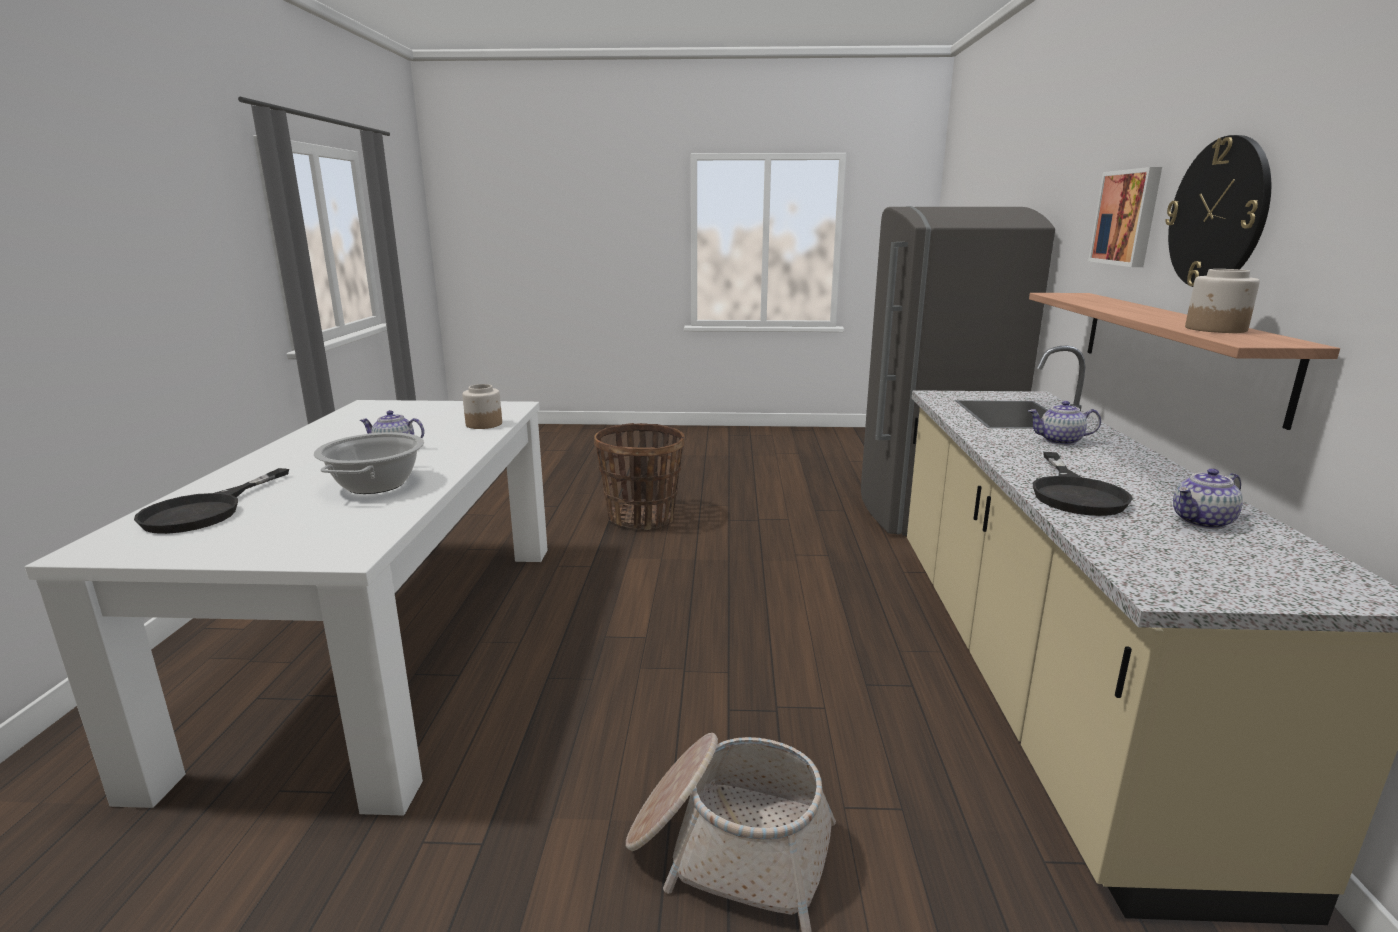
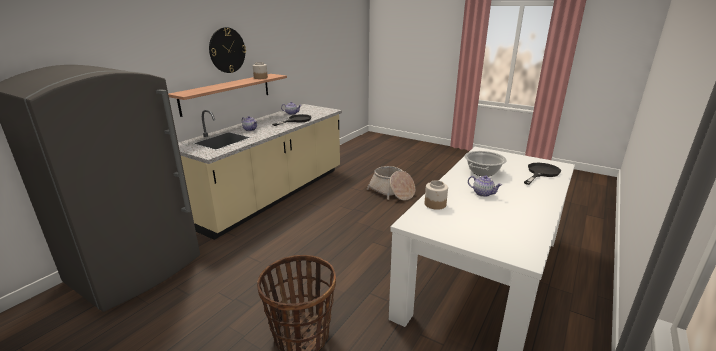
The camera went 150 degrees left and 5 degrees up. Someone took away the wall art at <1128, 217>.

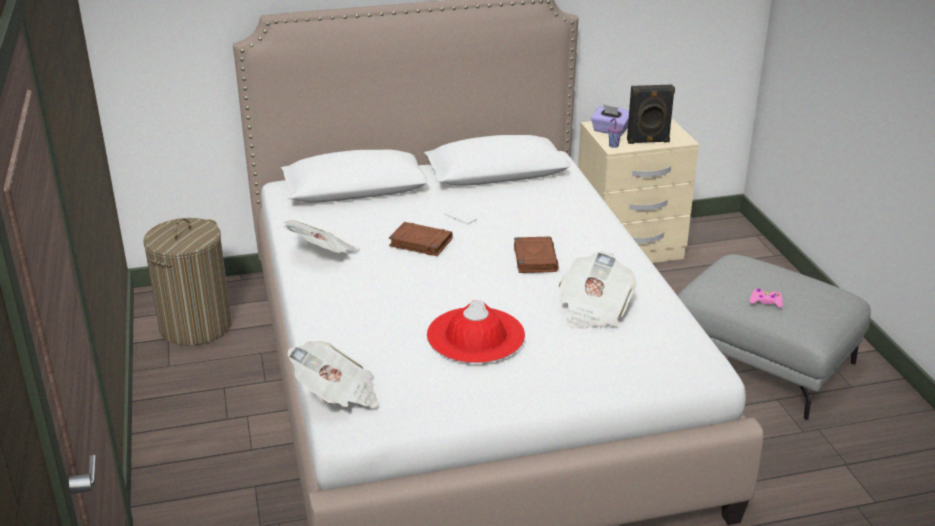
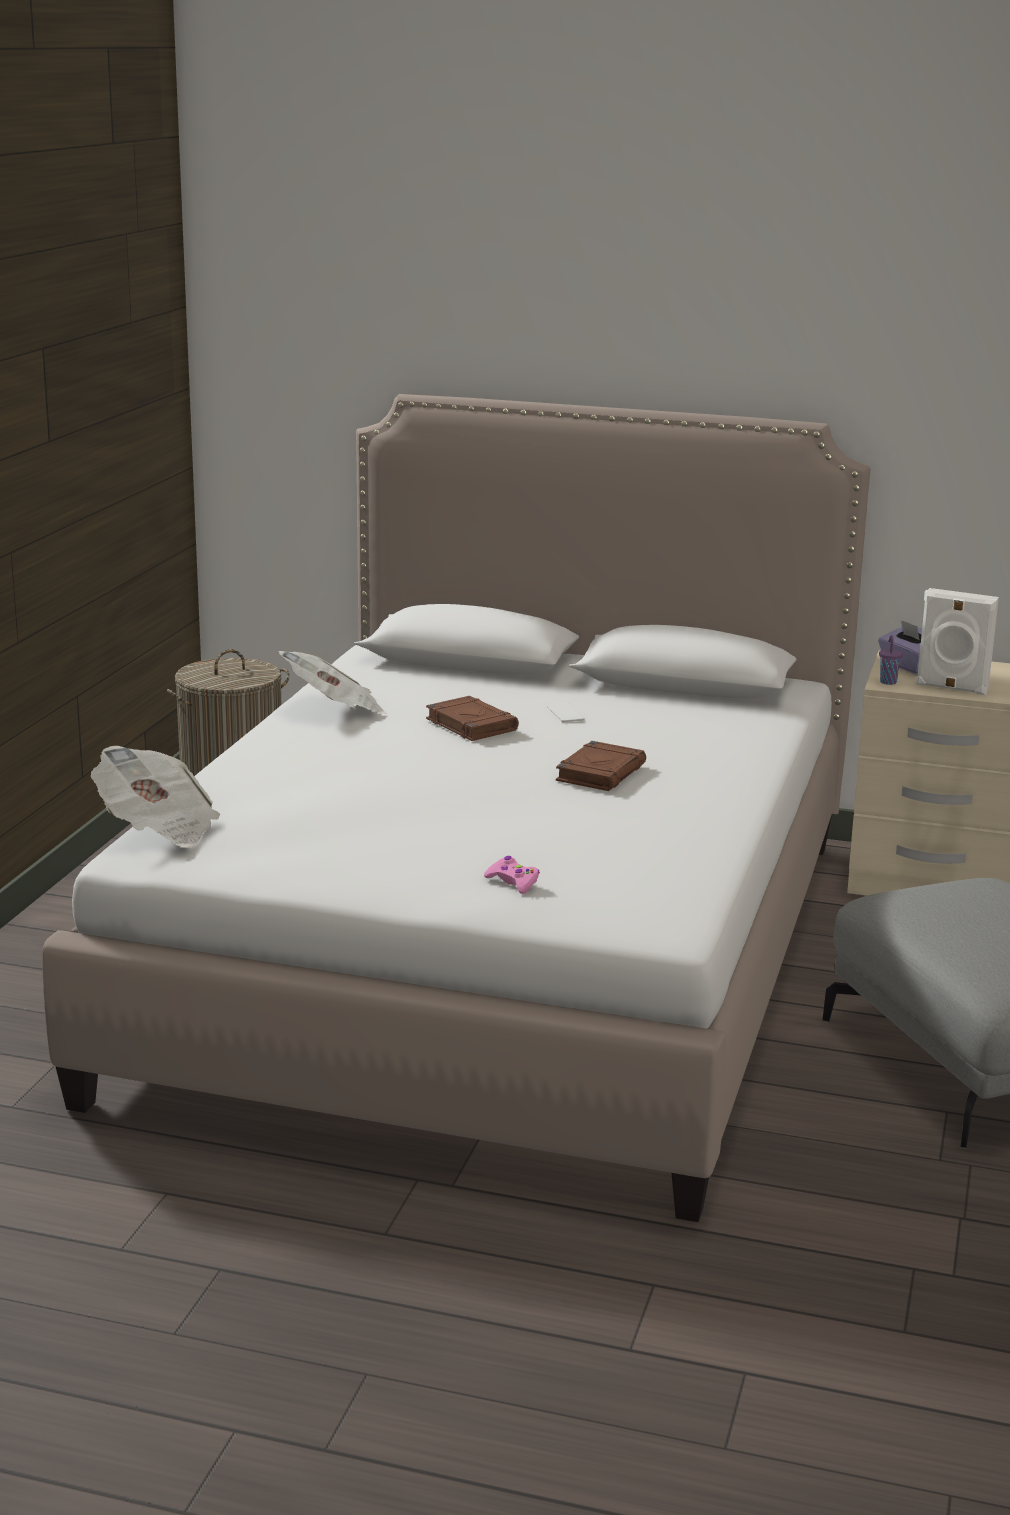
The camera went 30 degrees right and 10 degrees down. Someone repainted the loudspeaker (black-coloured) at <648, 141>, which became the loudspeaker (white-coloured) at <951, 688>. Someone took away the daily paper at <593, 310>. Someone carried the game controller (pink-coloured) from <765, 302> to <513, 882>. Someone took away the clothing hat (reddish) at <475, 335>.

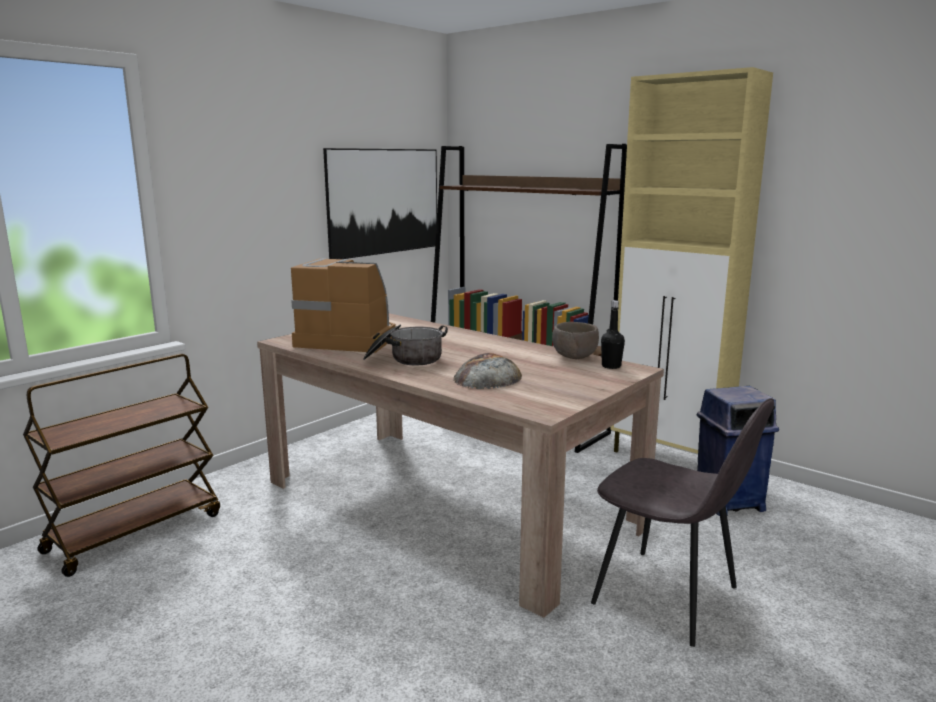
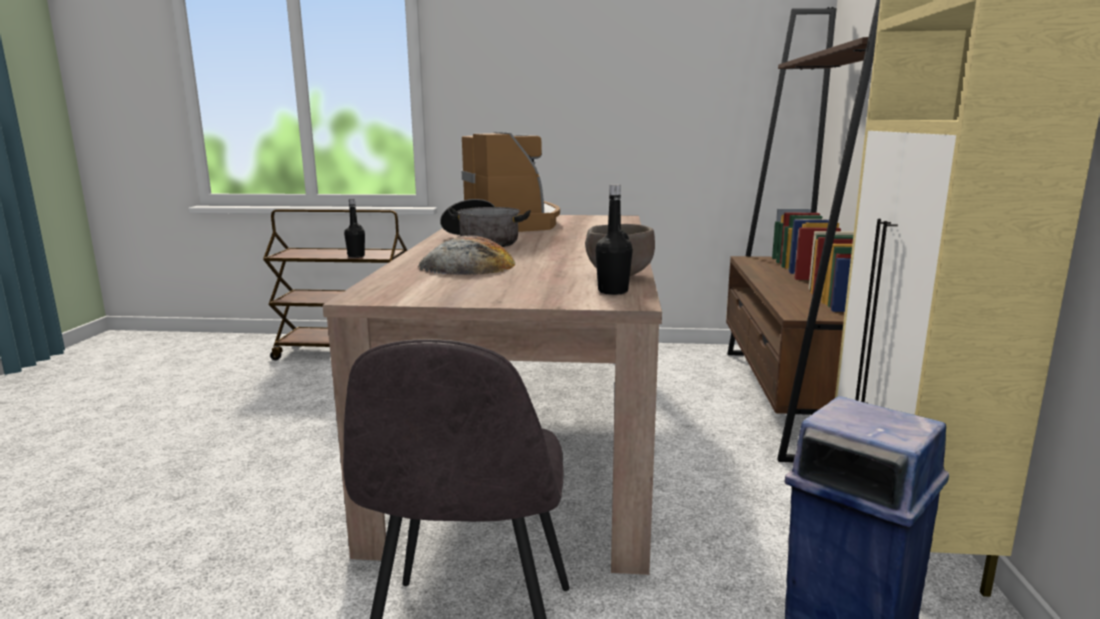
The camera went 55 degrees right and 0 degrees up. Someone took away the wall art at <384, 201>. Someone put down the bottle (black-coloured) at <356, 256>.

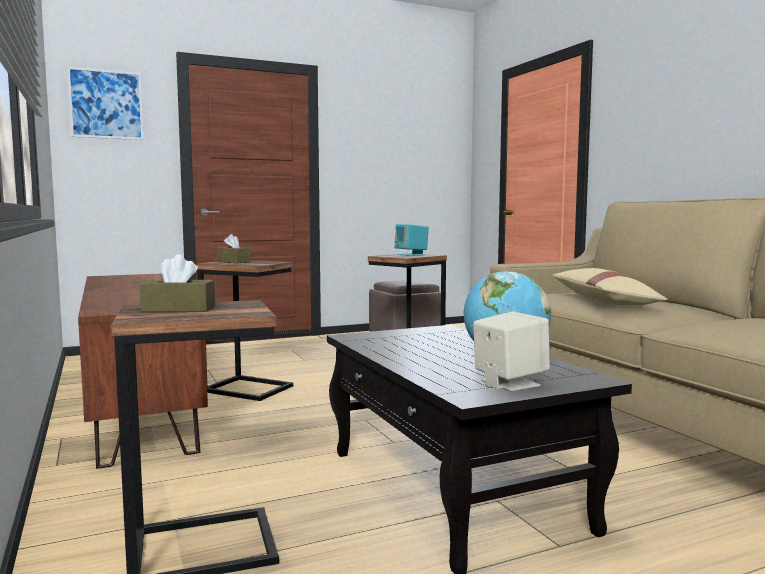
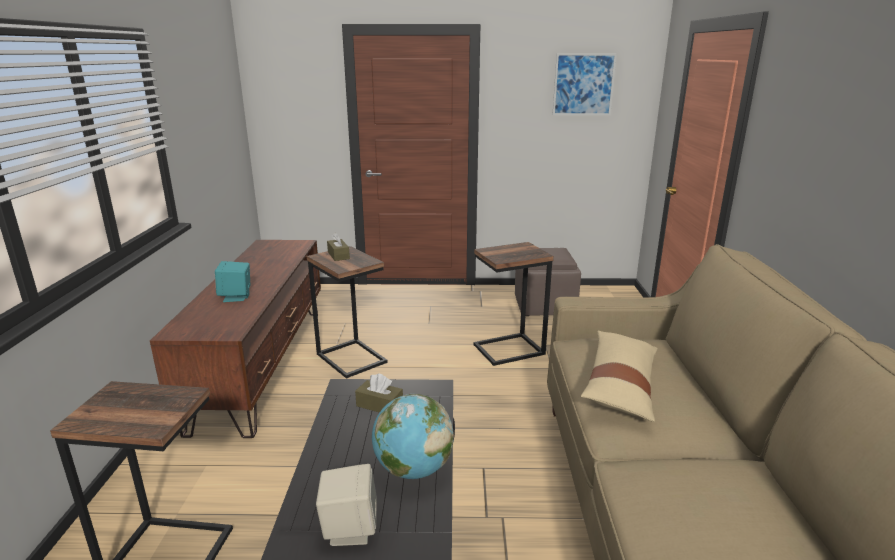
The camera went 25 degrees right and 15 degrees up. Someone carried the wall art from <106, 104> to <583, 84>. Someone carried the loudspeaker (turquoise) from <411, 255> to <236, 297>. Someone carried the tissue holder (brownish) from <179, 309> to <379, 405>.

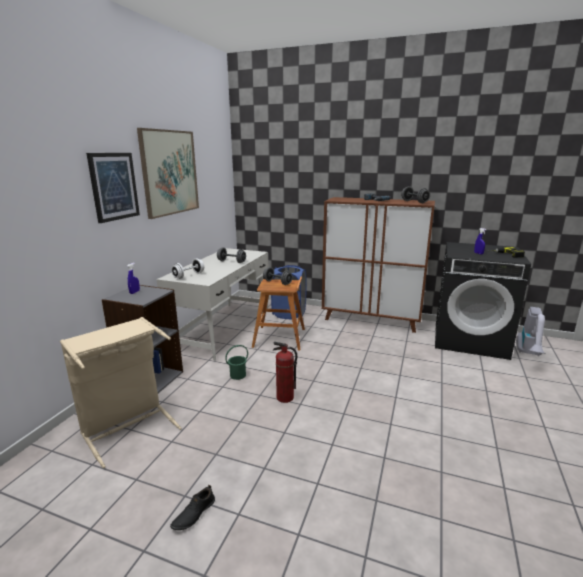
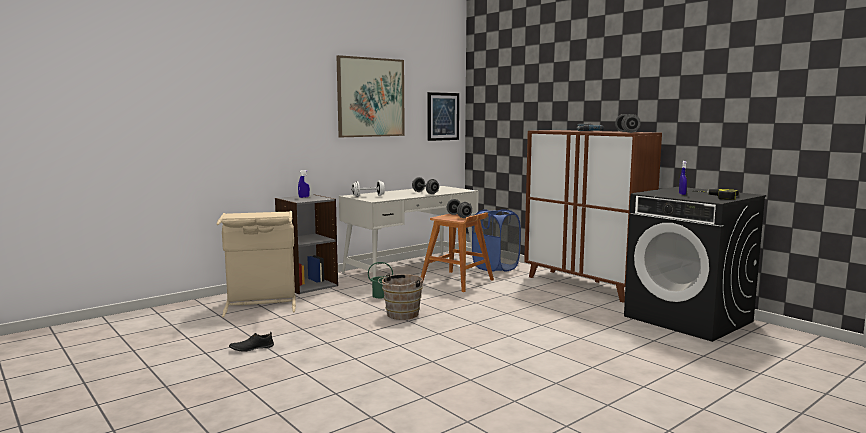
The camera went 30 degrees right and 10 degrees down. Someone carried the wall art from <114, 186> to <442, 116>. Someone took away the hoover at <529, 354>. Someone swapped the fire-fighting cylinder at <284, 398> for the pail (brownish) at <400, 315>.

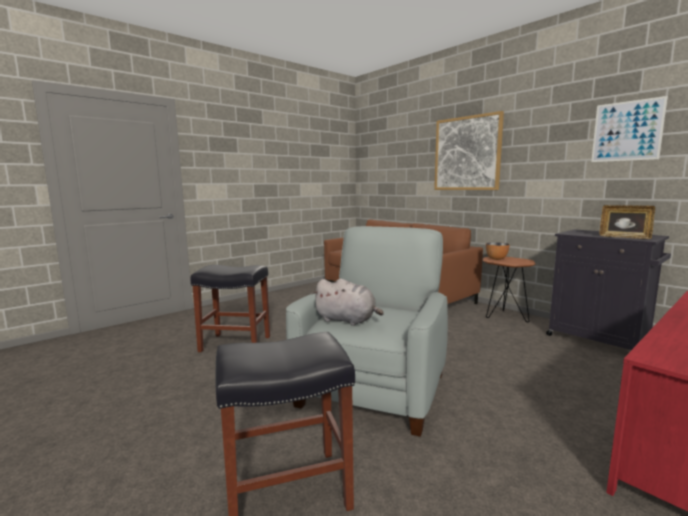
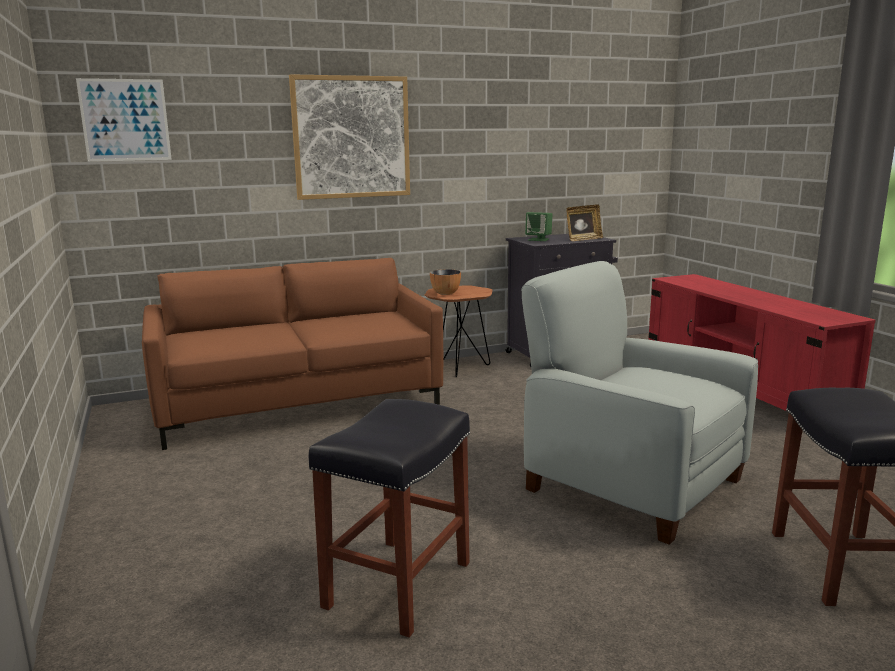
The camera went 70 degrees left and 5 degrees up. Someone carried the wall art from <627, 131> to <125, 120>. Someone took away the soft toy (greyish) at <347, 320>. Someone put down the loudspeaker (green-coloured) at <539, 239>.

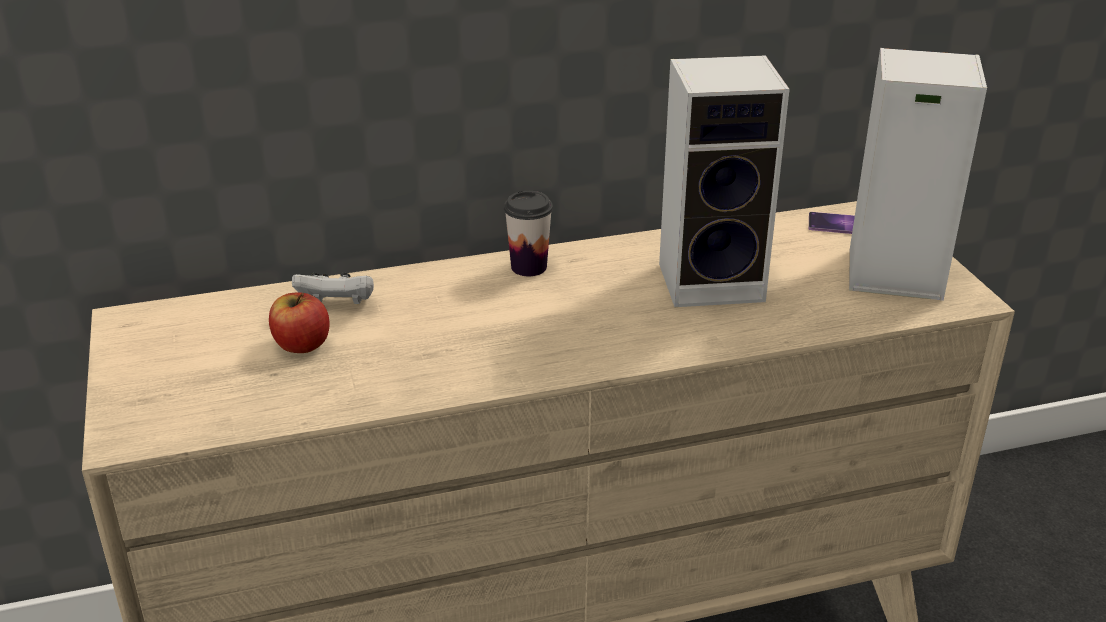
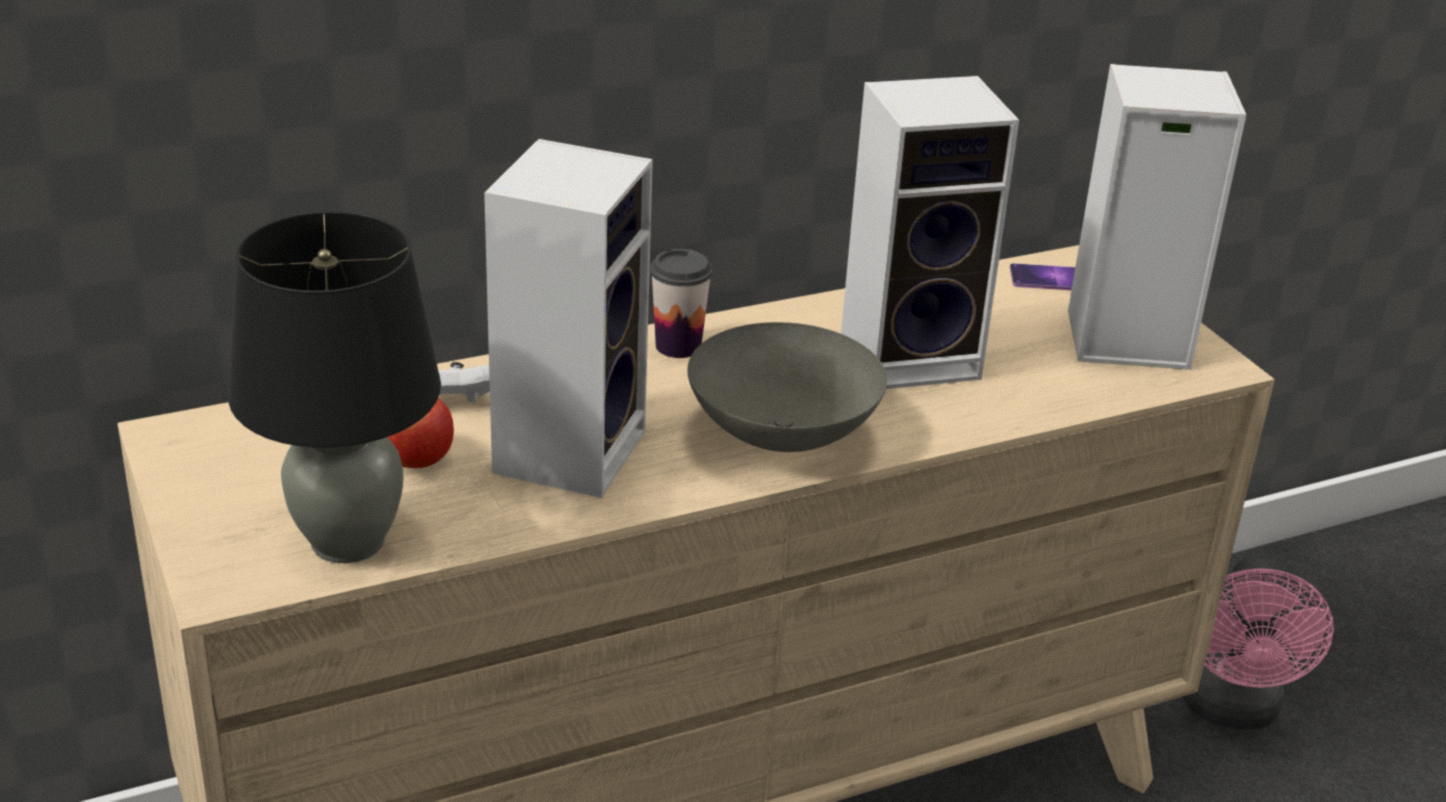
The camera went 10 degrees left and 0 degrees up. Someone put down the loudspeaker at <569, 448>. Someone put down the lamp for a table (black-coloured) at <349, 541>. Someone put down the bowl (greyish) at <779, 435>. Someone put down the cooling fan (pink-coloured) at <1231, 710>.

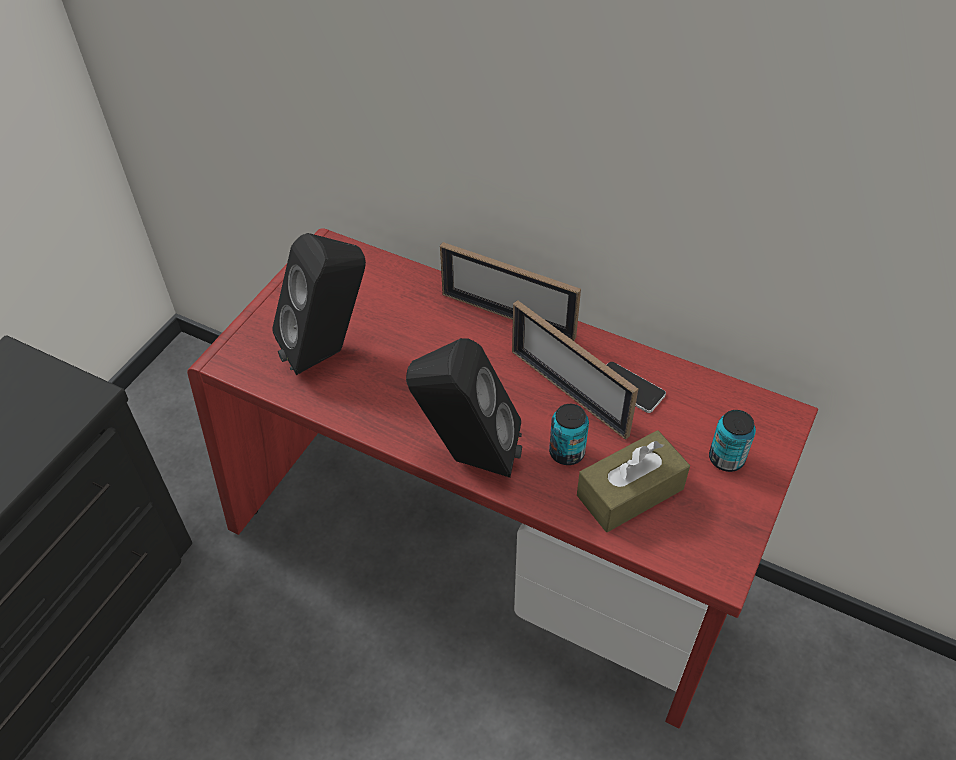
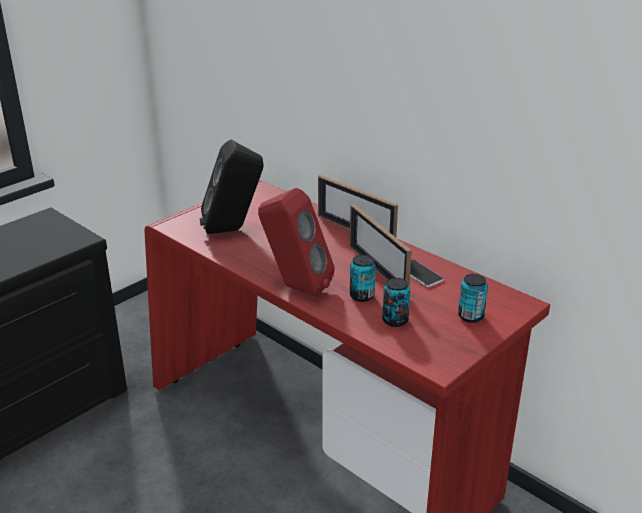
The camera went 15 degrees right and 20 degrees down. Someone repainted the loudspeaker (black-coloured) at <467, 457>, which became the loudspeaker (reddish) at <295, 287>. Someone swapped the tissue holder (brownish) at <630, 492> for the can at <395, 320>.

